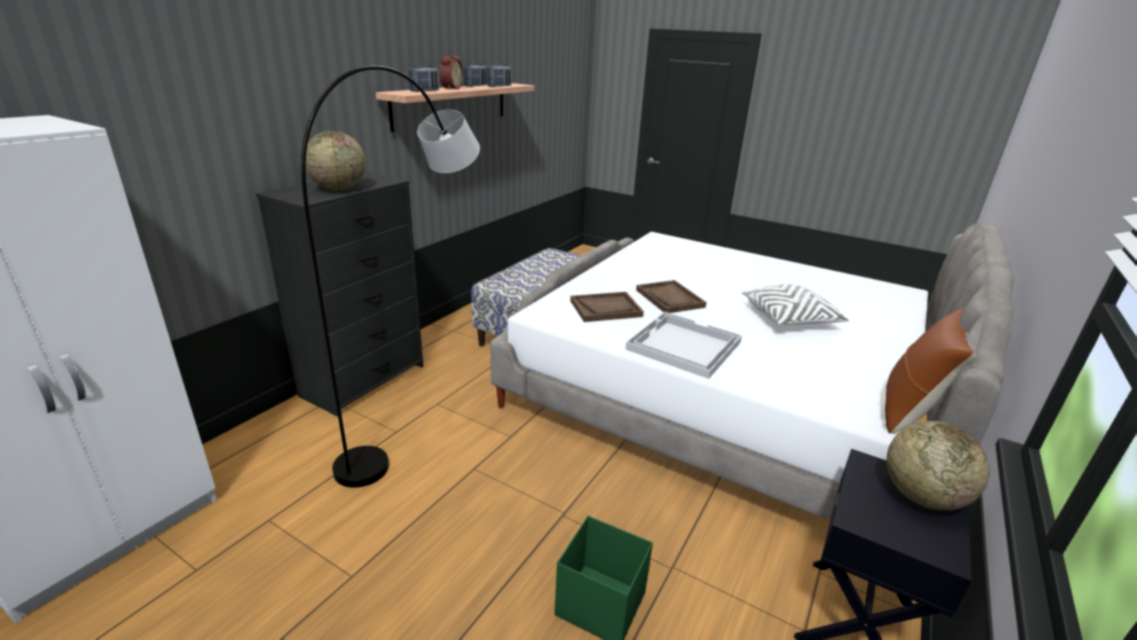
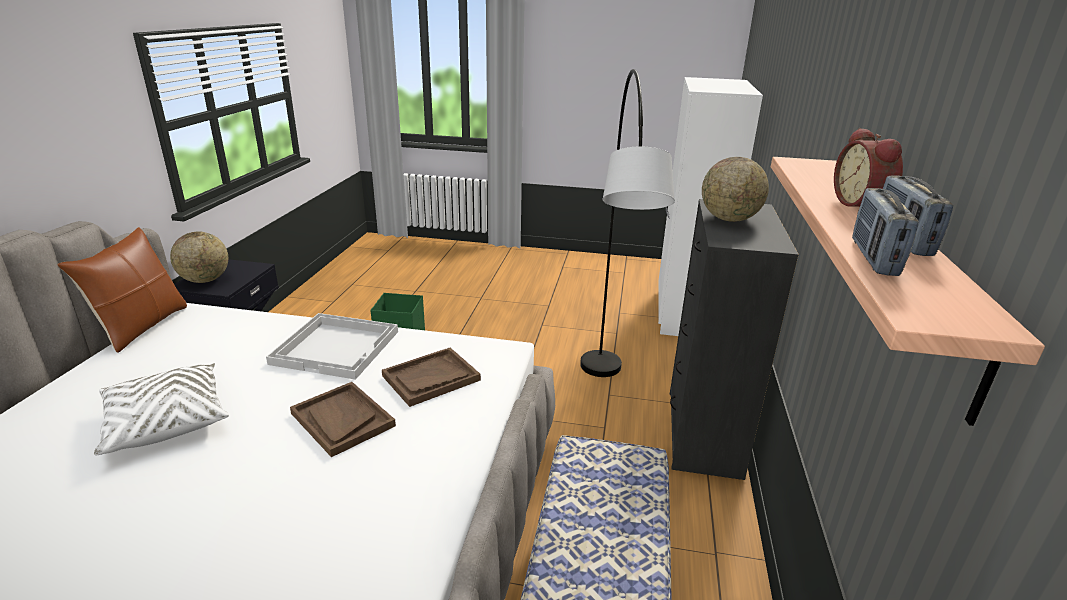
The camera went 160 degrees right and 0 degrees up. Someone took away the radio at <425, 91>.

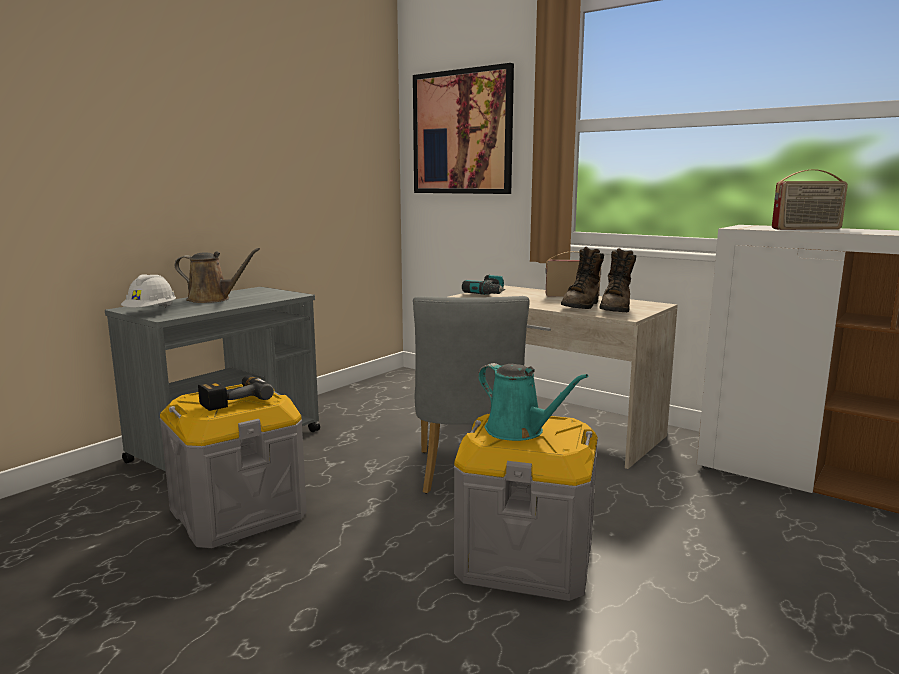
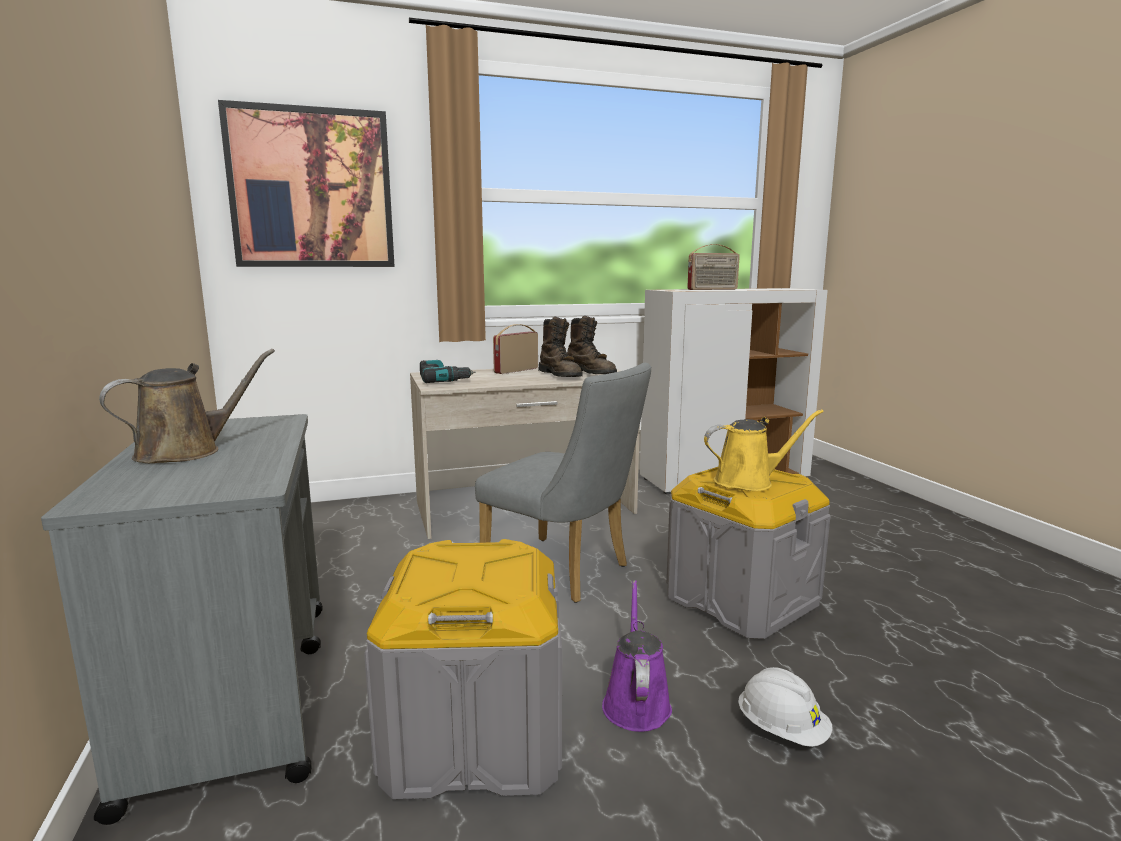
The camera went 55 degrees left and 0 degrees up. Someone rotated the radio at <807, 229> by 45 degrees clockwise. Someone carried the work helmet (white-coloured) from <151, 312> to <782, 730>. Someone repainted the watering pot (turquoise) at <519, 431>, which became the watering pot (yellow-coloured) at <749, 481>. Someone took away the power drill at <233, 399>. Someone put down the watering pot (purple-coloured) at <636, 702>.

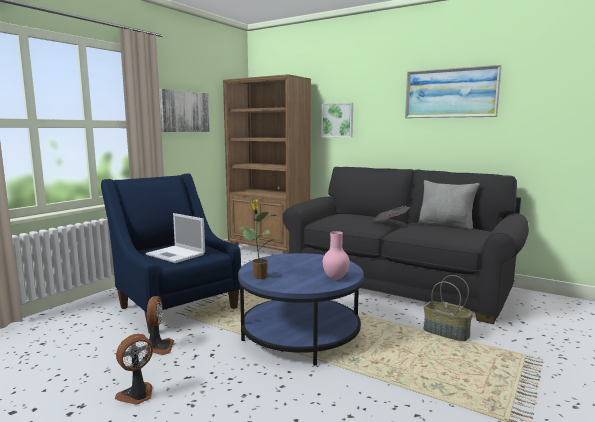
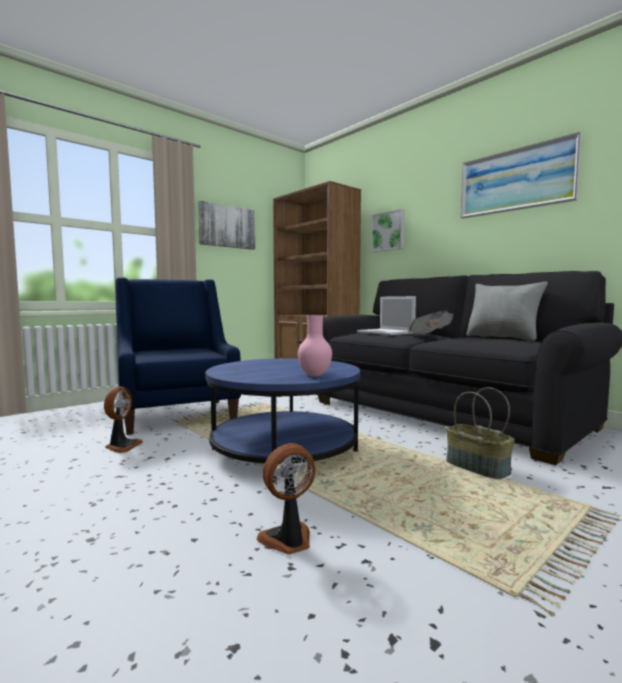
The camera went 15 degrees right and 5 degrees down. Someone took away the houseplant at <259, 276>. Someone carried the portable computer from <176, 254> to <386, 332>. Someone carried the cooling fan from <137, 395> to <288, 540>.

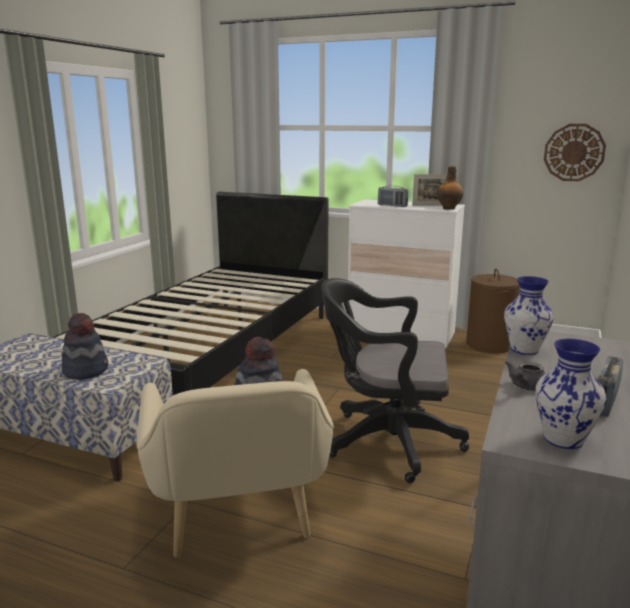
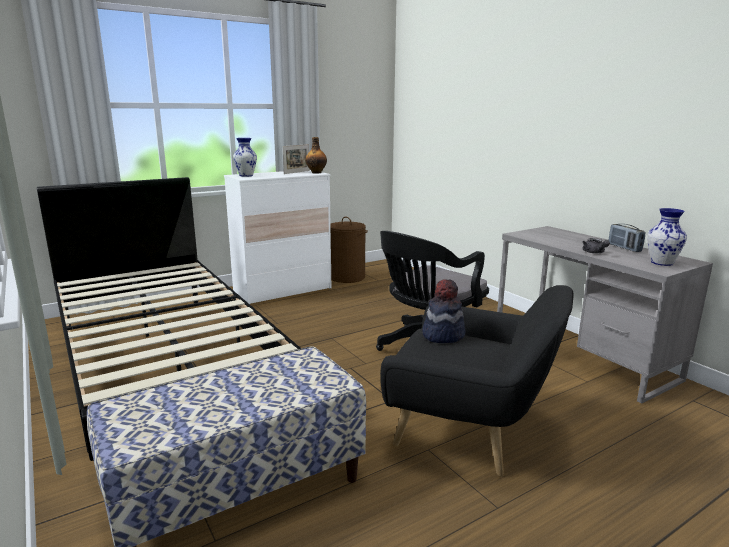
The camera went 55 degrees left and 0 degrees up. Someone took away the clock on the wall at <574, 152>. Someone took away the radio at <392, 206>. Someone carried the decorative vase from <523, 350> to <246, 175>. Someone took away the clothing hat at <86, 371>. Someone repainted the easy chair (sand-coloured) at <238, 516>, which became the easy chair (black-coloured) at <468, 433>.

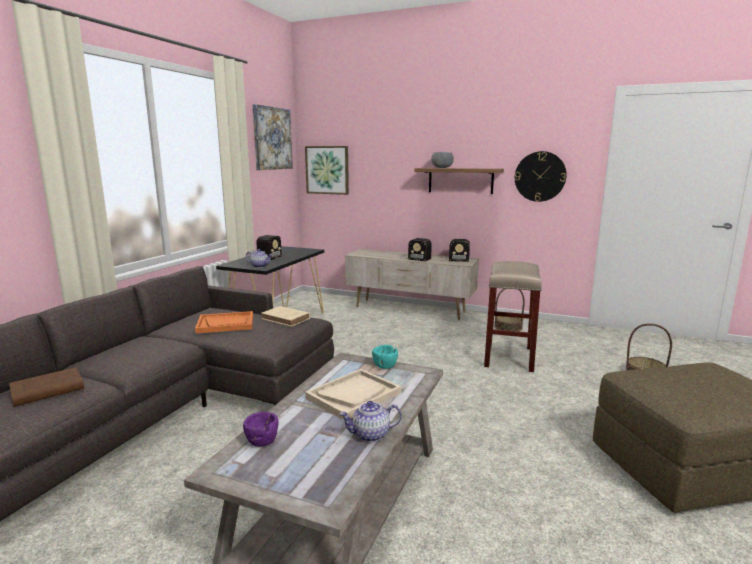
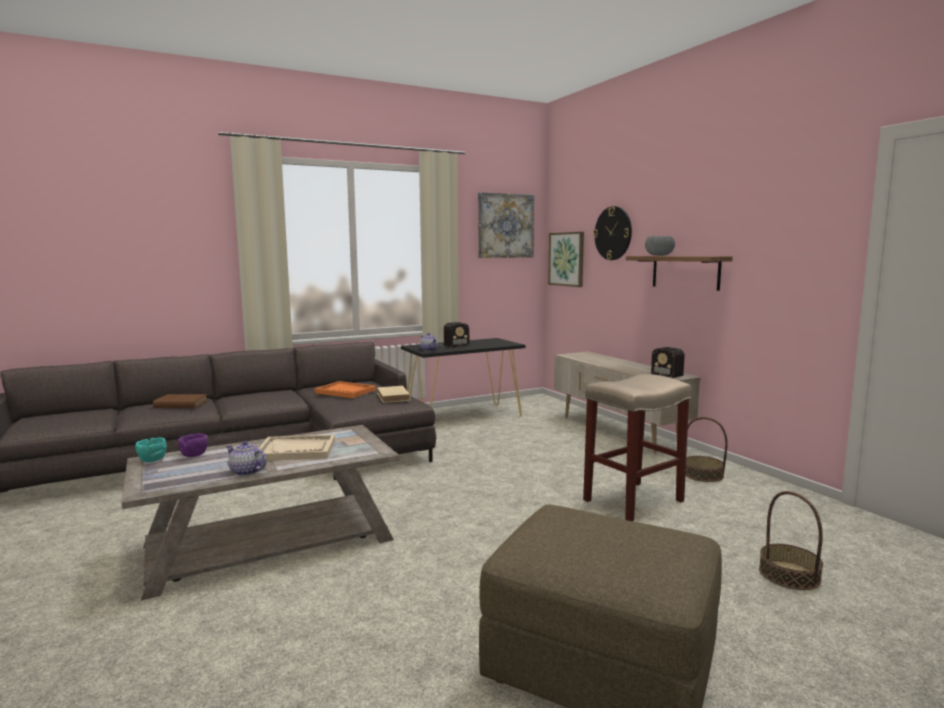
The camera went 40 degrees right and 5 degrees down. Someone carried the clock on the wall from <540, 176> to <613, 233>. Someone took away the radio at <413, 258>. Someone carried the bowl (turquoise) from <385, 366> to <152, 459>.

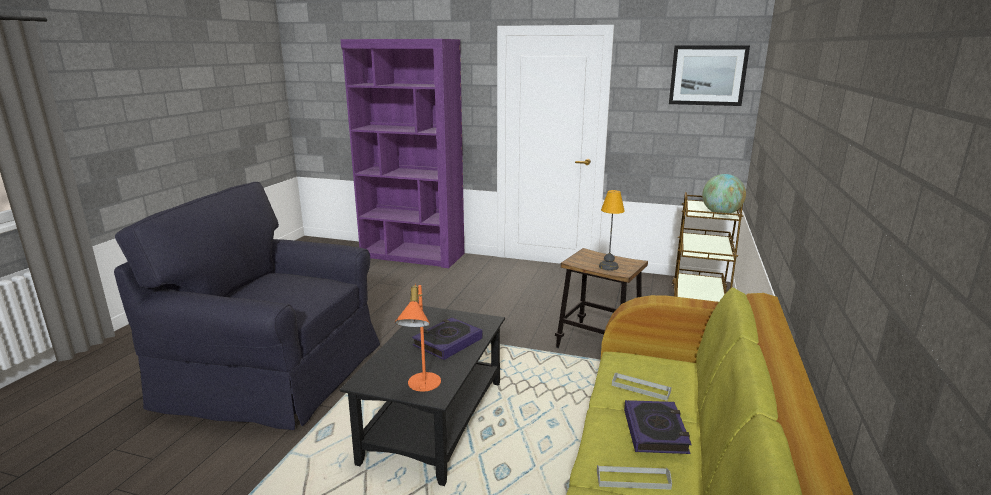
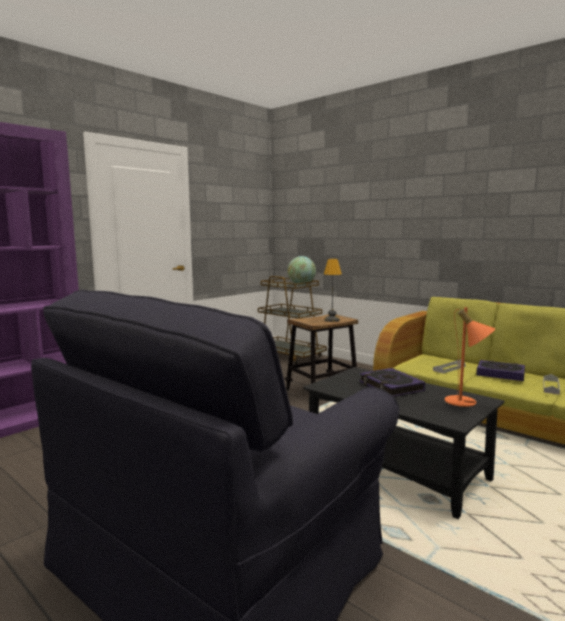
The camera went 65 degrees left and 10 degrees down. Someone took away the wall art at <707, 75>.

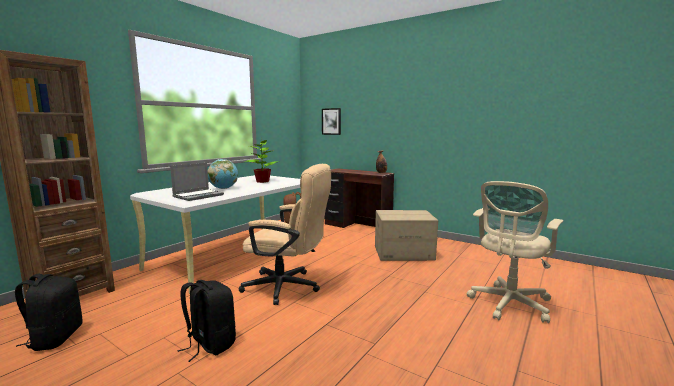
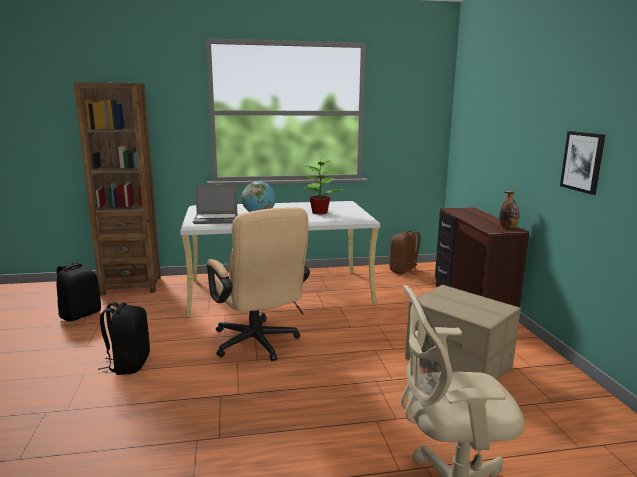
The camera went 45 degrees right and 5 degrees up. Someone carried the wall art from <331, 121> to <583, 161>.

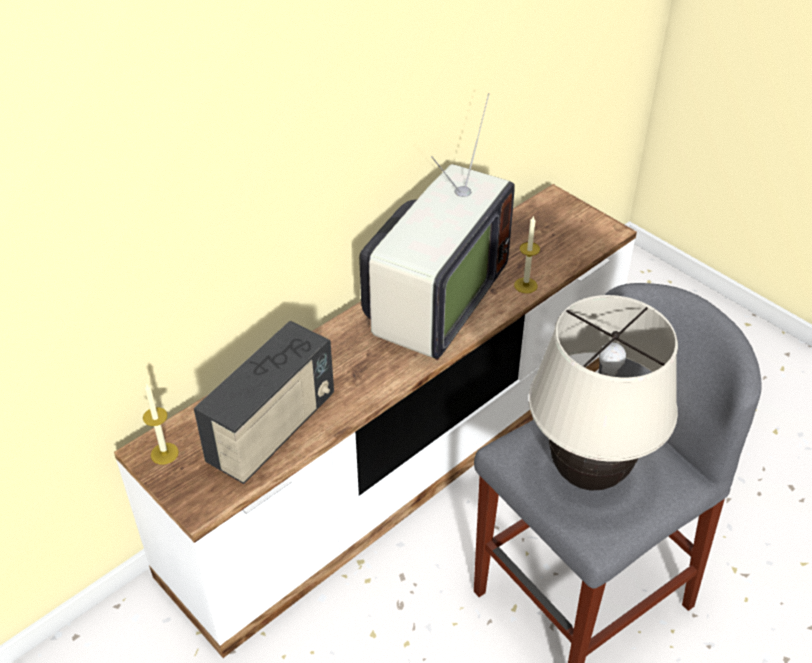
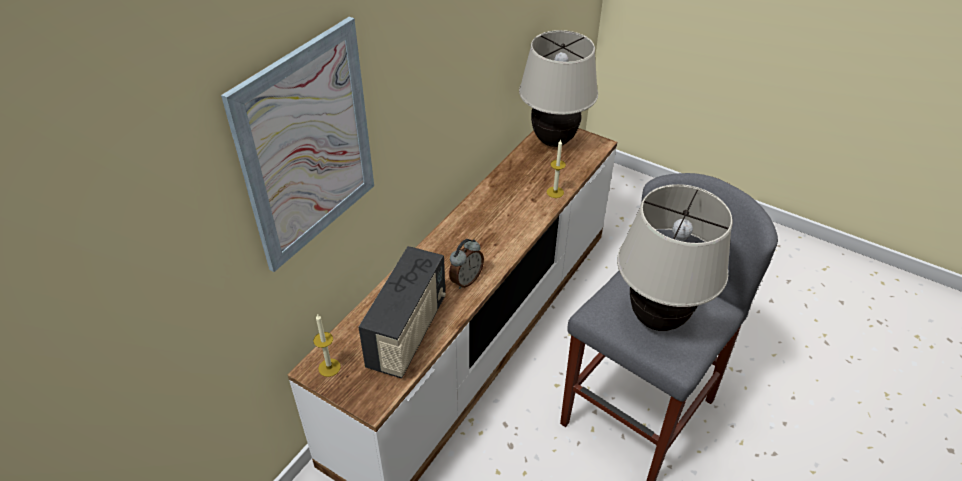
The camera went 15 degrees left and 0 degrees up. Someone took away the TV set at <433, 304>. Someone put up the wall art at <307, 147>. Someone put down the lamp for a table (sand-coloured) at <553, 141>. Someone put down the alarm clock at <465, 280>.

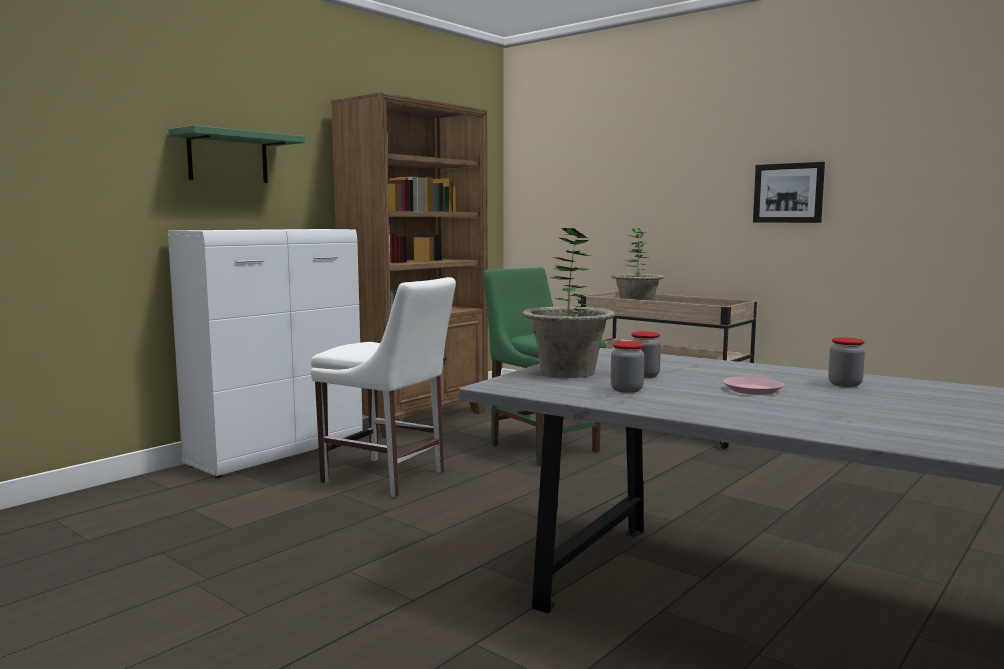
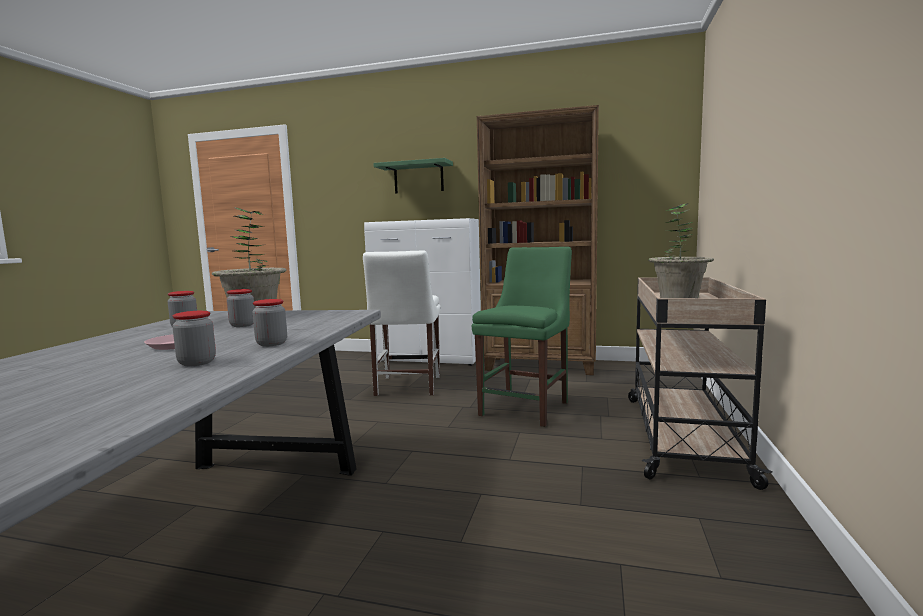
The camera went 65 degrees right and 0 degrees up. Someone took away the wall art at <788, 193>. Someone put down the jar at <271, 343>.

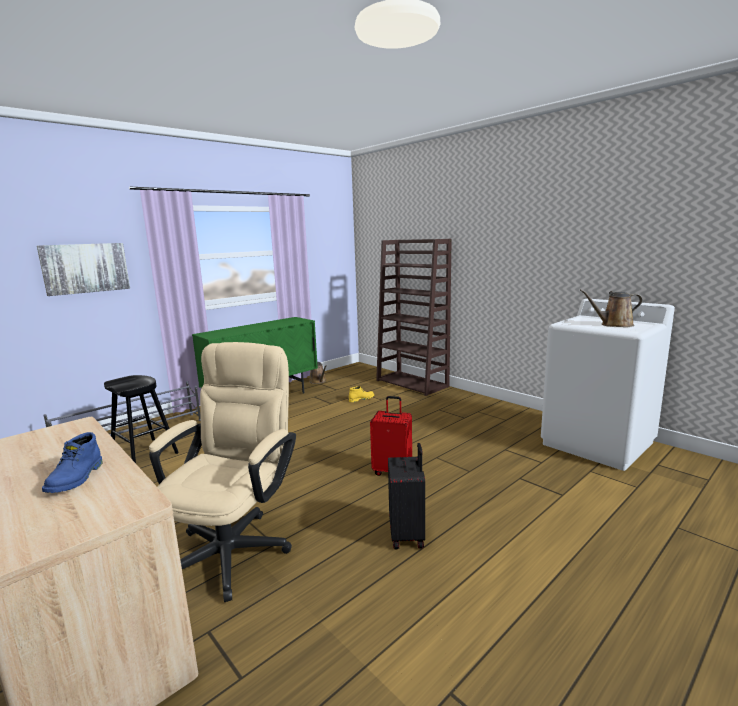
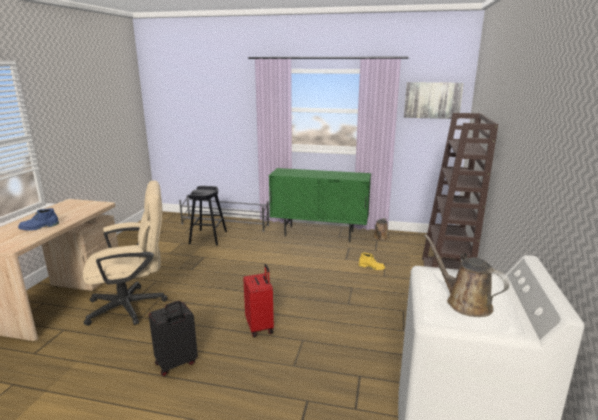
The camera went 55 degrees right and 5 degrees up. Someone carried the wall art from <85, 268> to <432, 100>.

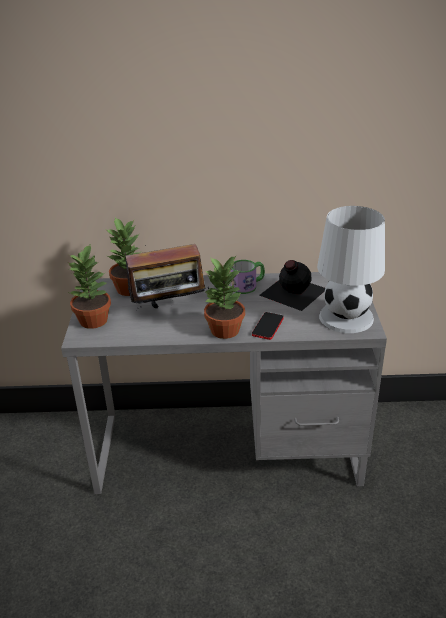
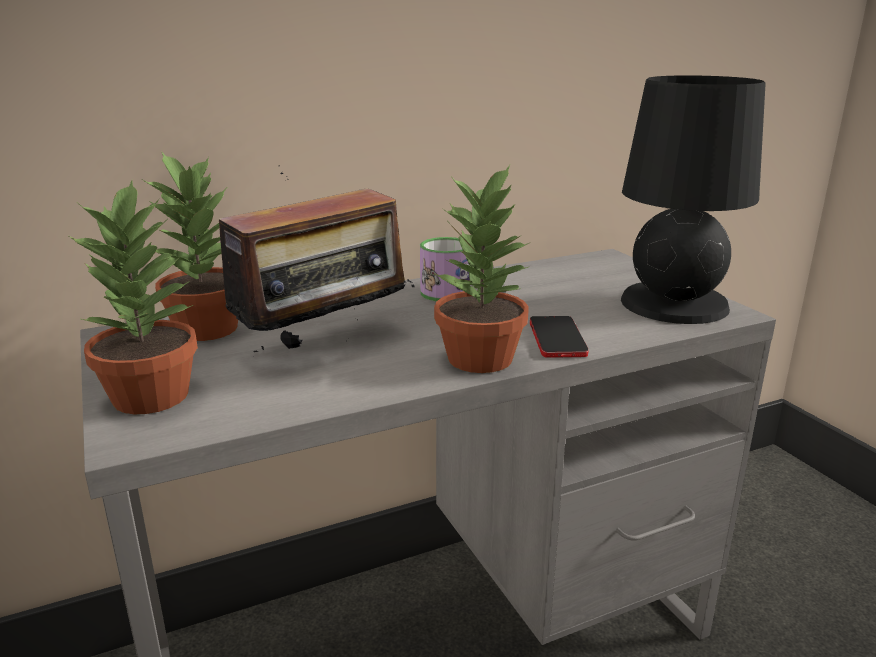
The camera went 25 degrees left and 10 degrees down. Someone repainted the lamp for a table (white-coloured) at <345, 317>, which became the lamp for a table (black-coloured) at <673, 304>. Someone took away the bottle (black-coloured) at <292, 292>.

